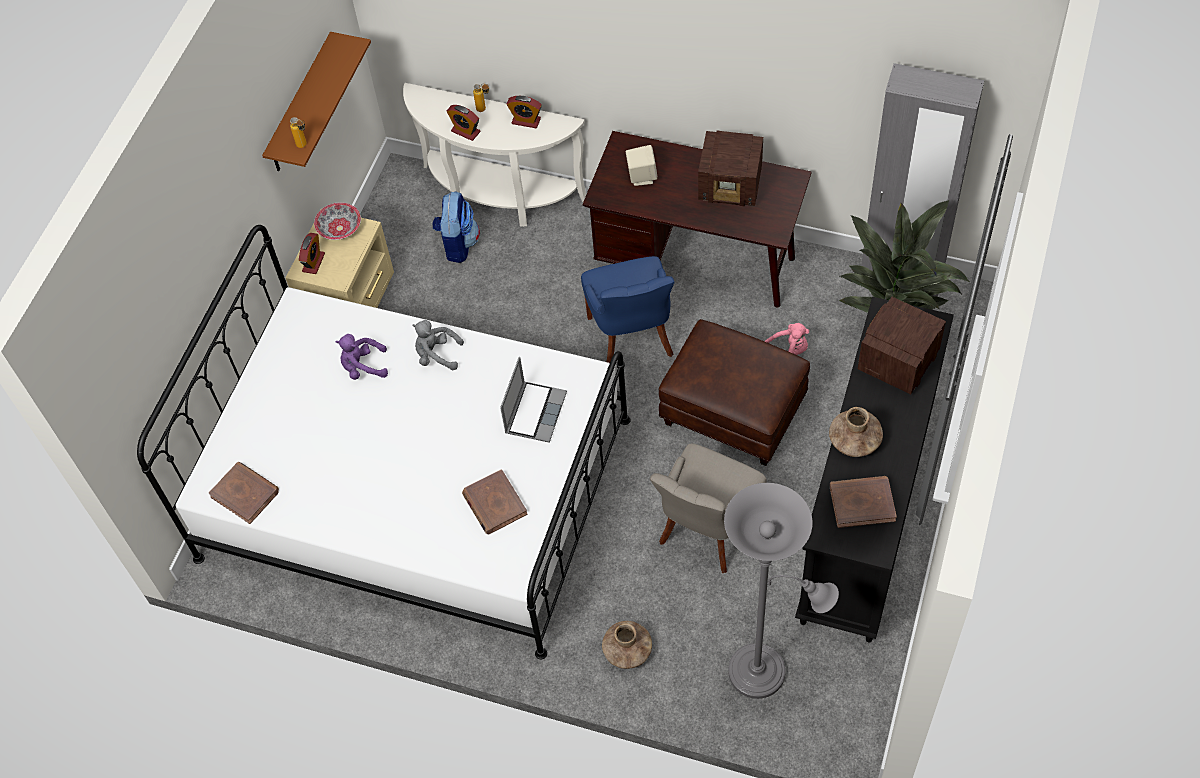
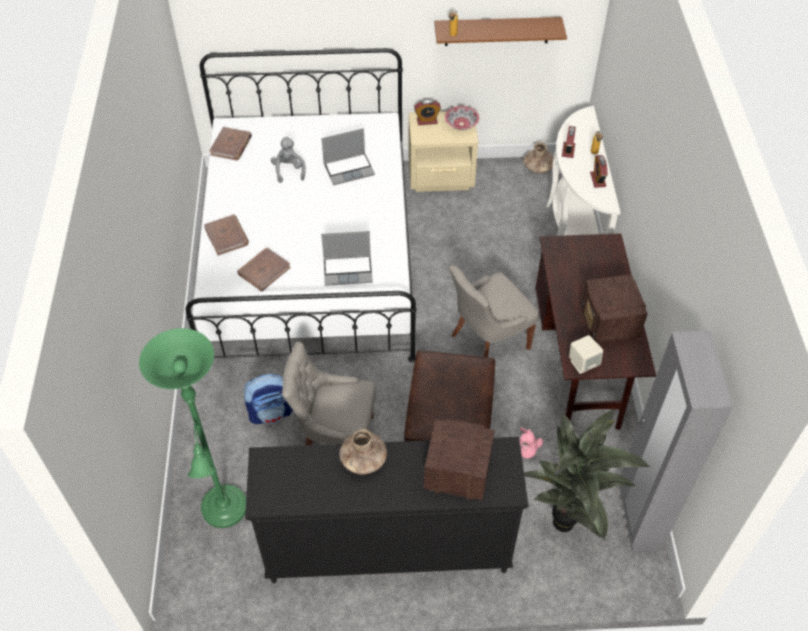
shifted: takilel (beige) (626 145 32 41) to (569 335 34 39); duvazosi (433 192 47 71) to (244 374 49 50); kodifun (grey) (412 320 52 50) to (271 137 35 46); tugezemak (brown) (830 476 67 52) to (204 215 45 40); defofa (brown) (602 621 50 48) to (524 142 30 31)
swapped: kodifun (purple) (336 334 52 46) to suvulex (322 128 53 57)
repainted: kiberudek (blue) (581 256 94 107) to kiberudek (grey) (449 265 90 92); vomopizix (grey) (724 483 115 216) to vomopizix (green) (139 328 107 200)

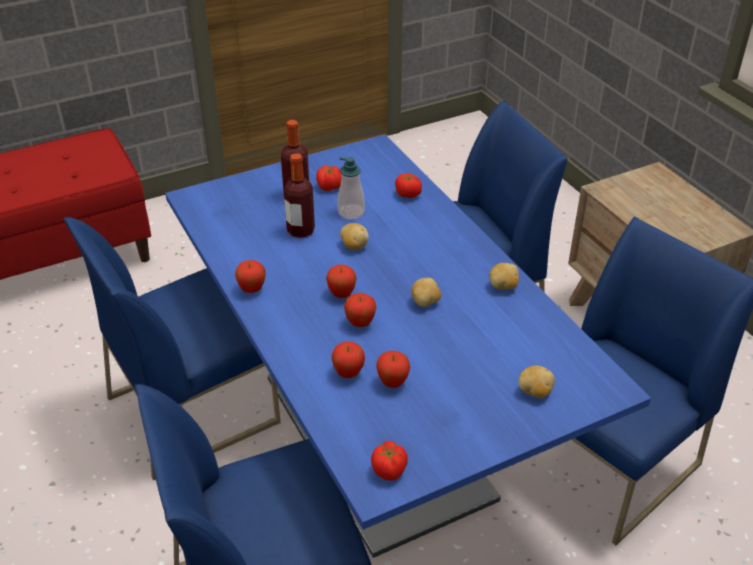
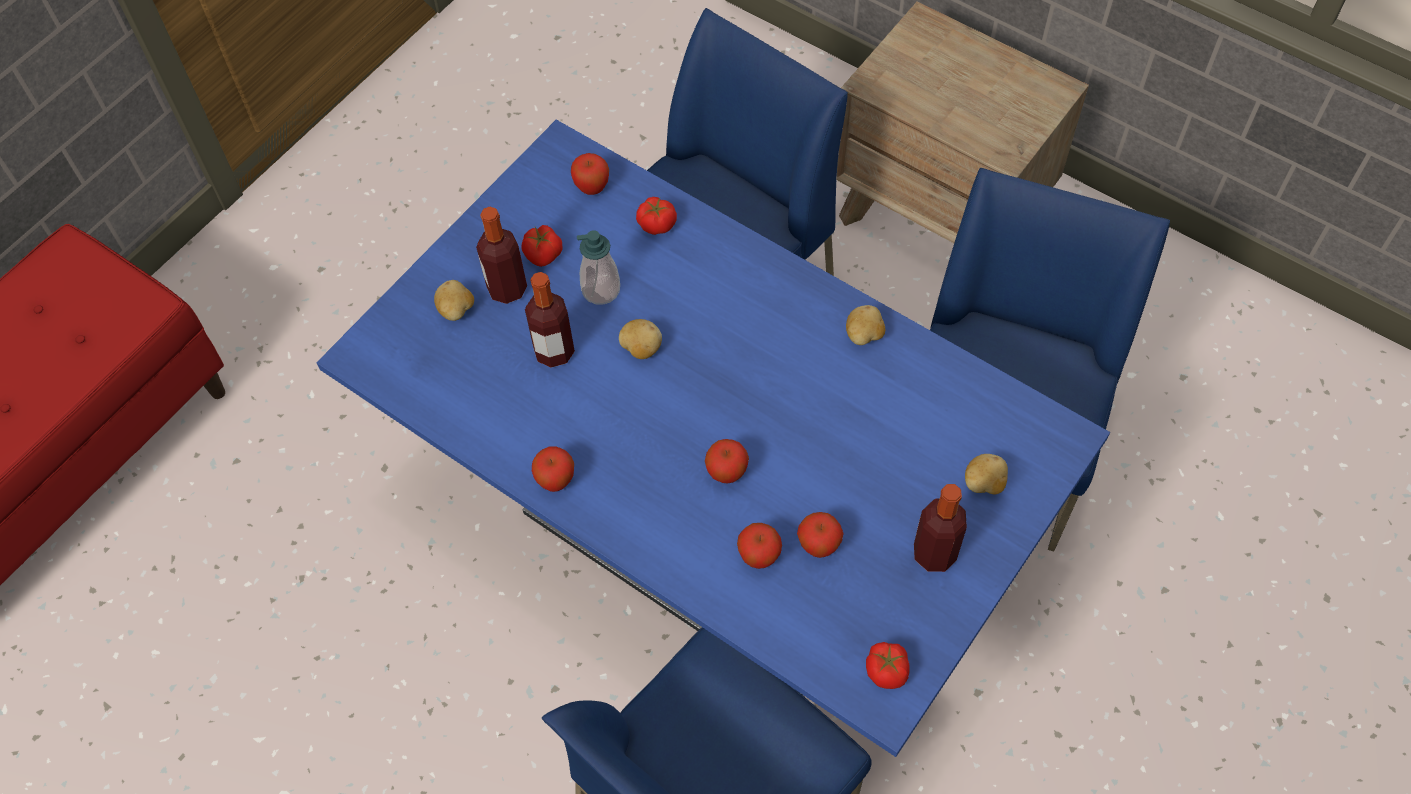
gone: kiberudek (blue) (64 217 217 263)
new: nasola (914 484 53 88)
shifted: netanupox (326 265 31 33) to (571 153 38 42); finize (411 278 30 29) to (434 280 40 41)

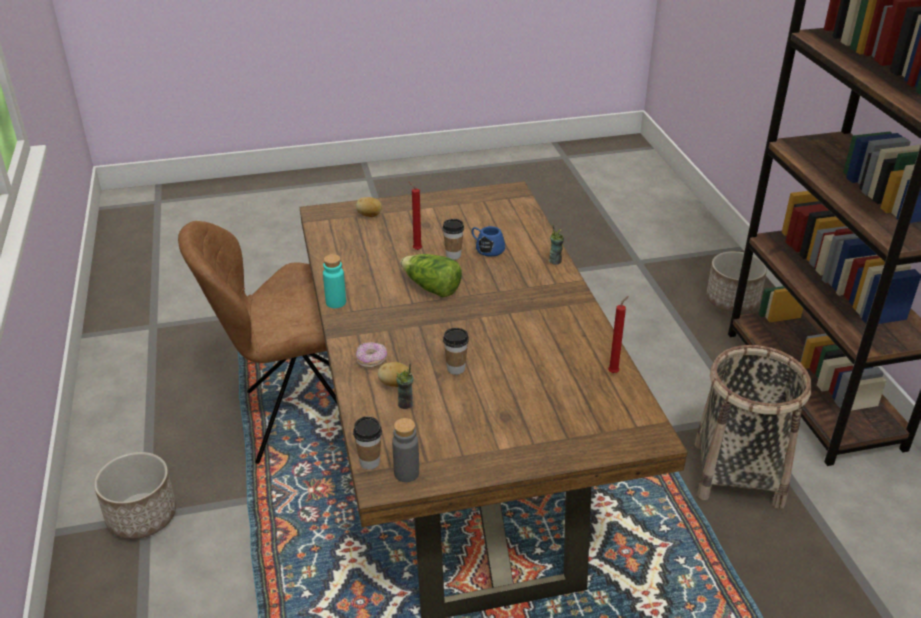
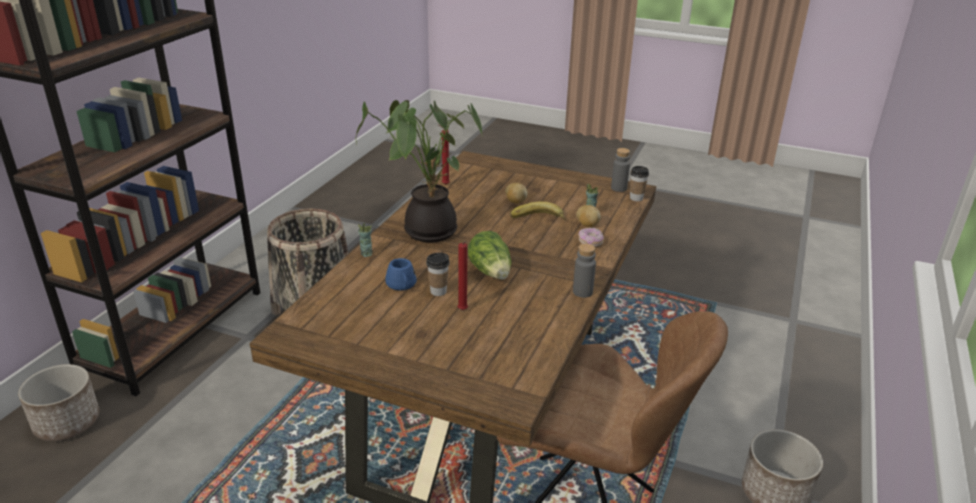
new: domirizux (356 100 127 143)
shifted: finize (356 197 26 20) to (505 183 22 21)
swapped: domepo (443 328 26 47) to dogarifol (510 201 55 19)
repainted: nasola (turquoise) (323 254 23 54) to nasola (grey) (573 243 23 55)

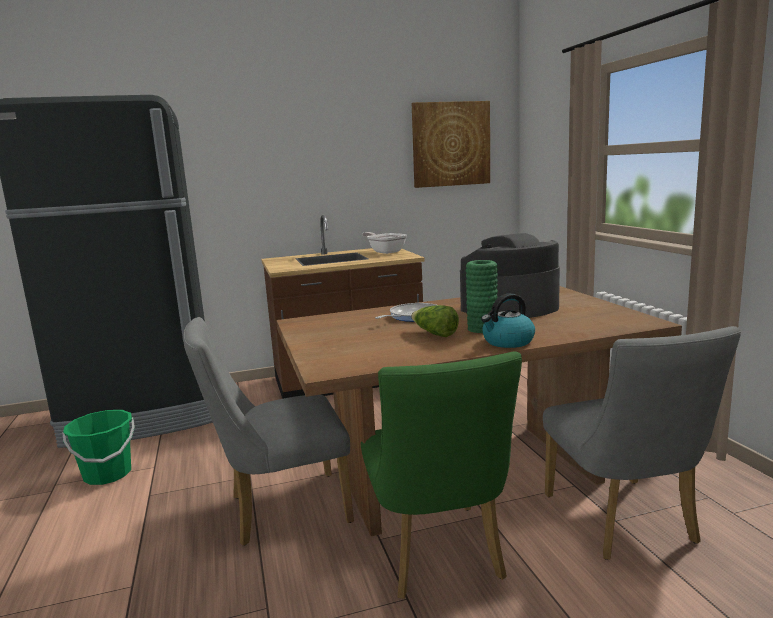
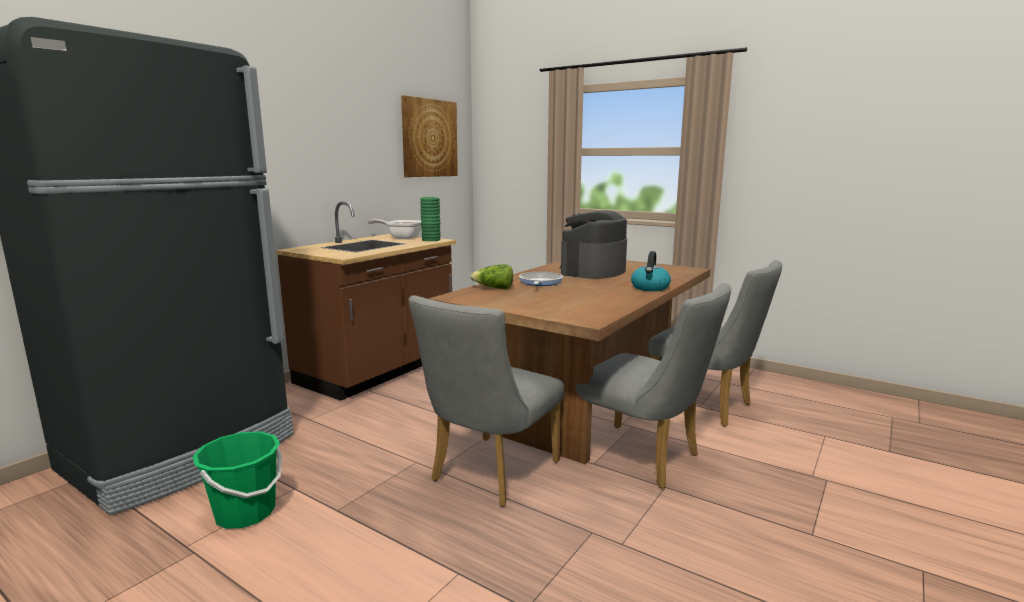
shifted: defofa (green) (466 260 32 73) to (420 197 20 44); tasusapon (411 305 48 32) to (470 264 43 25)
repainted: kiberudek (green) (361 352 161 247) to kiberudek (grey) (575 283 156 205)

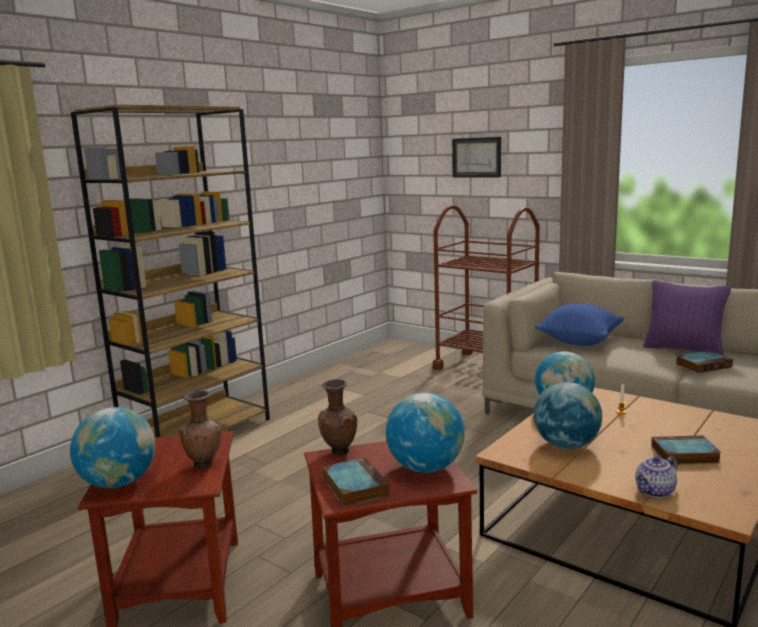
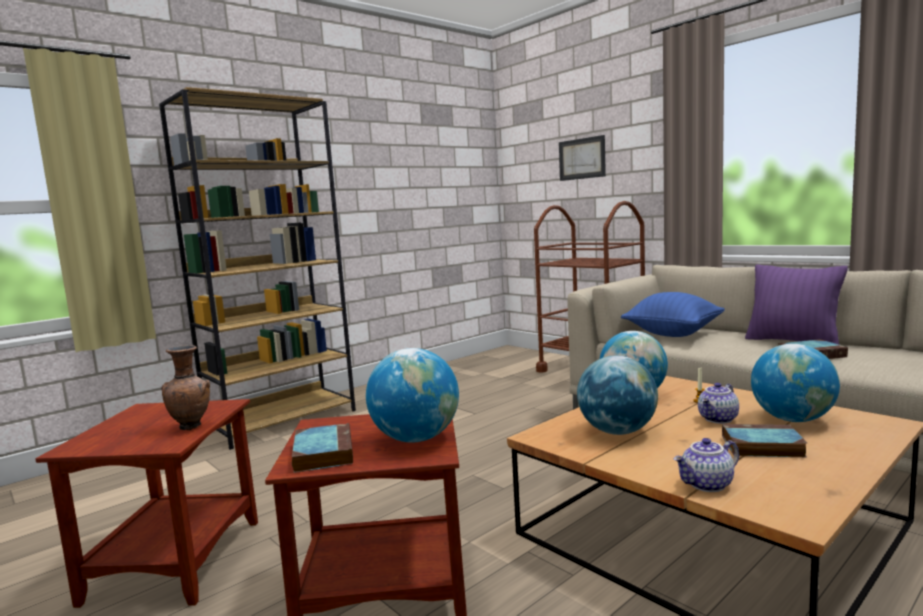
gone: defofa (brown) (318 379 39 76)
new: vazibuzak (698 383 41 41)
shifted: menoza (70 407 85 82) to (751 344 89 78)

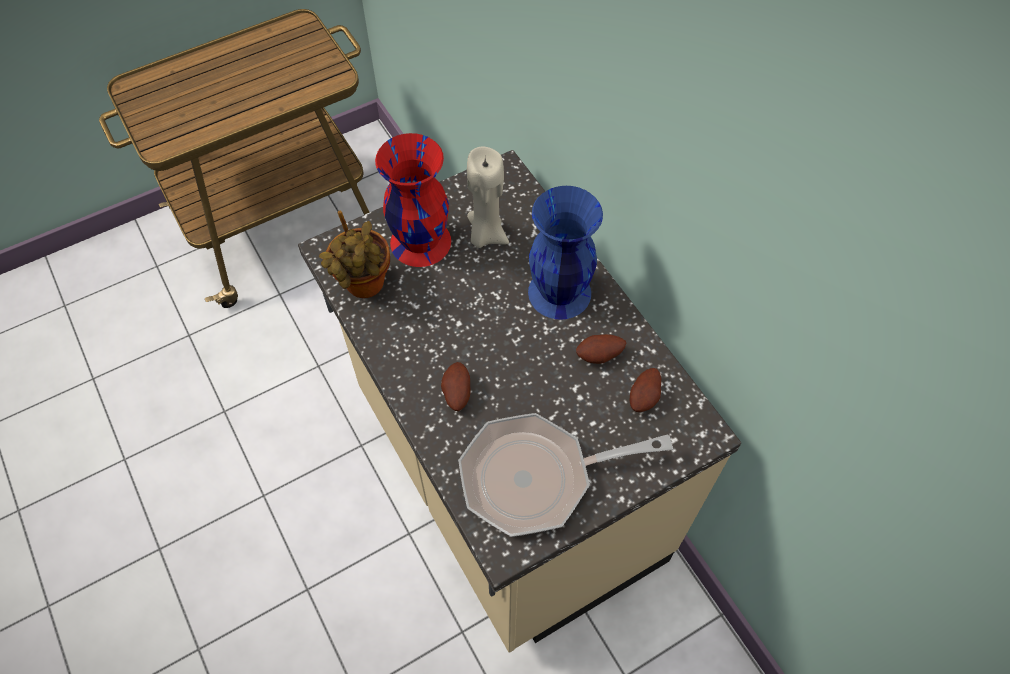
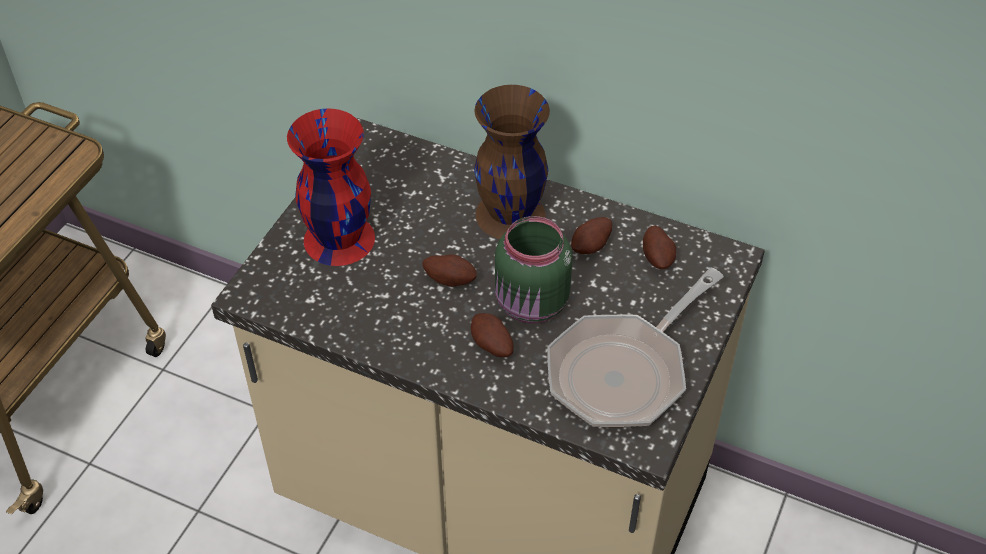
gone: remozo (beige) (467 147 42 101); domirizux (319 210 71 88)
new: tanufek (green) (495 216 77 108); finize (422 255 55 32)
repainted: defofa (blue) (528 186 75 134) to defofa (brown) (474 85 76 154)

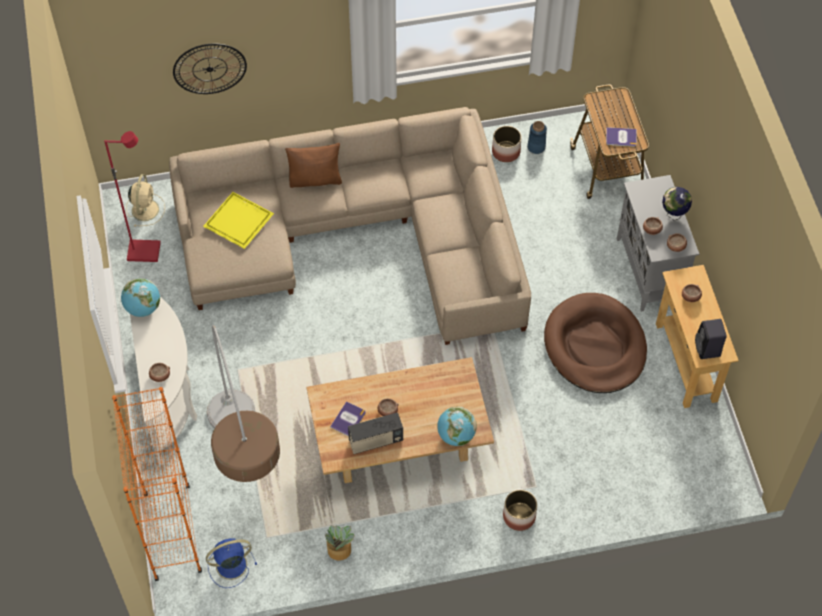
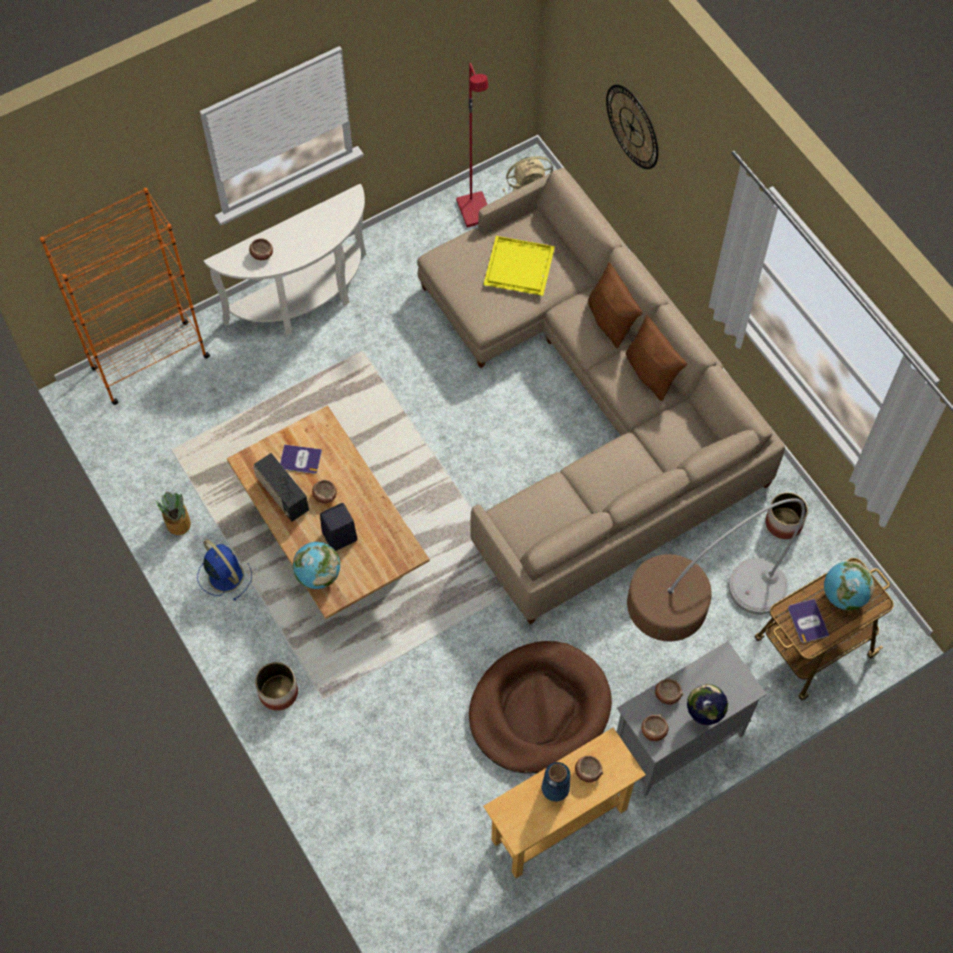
new: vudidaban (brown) (626 315 61 86)
shifted: defofa (blue) (527 121 20 33) to (542 762 28 40); menoza (121 278 39 39) to (824 561 50 50); takilel (black) (695 319 31 40) to (320 503 37 48); vomopizix (207 325 73 157) to (627 498 178 144); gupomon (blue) (206 538 51 50) to (197 539 55 62)

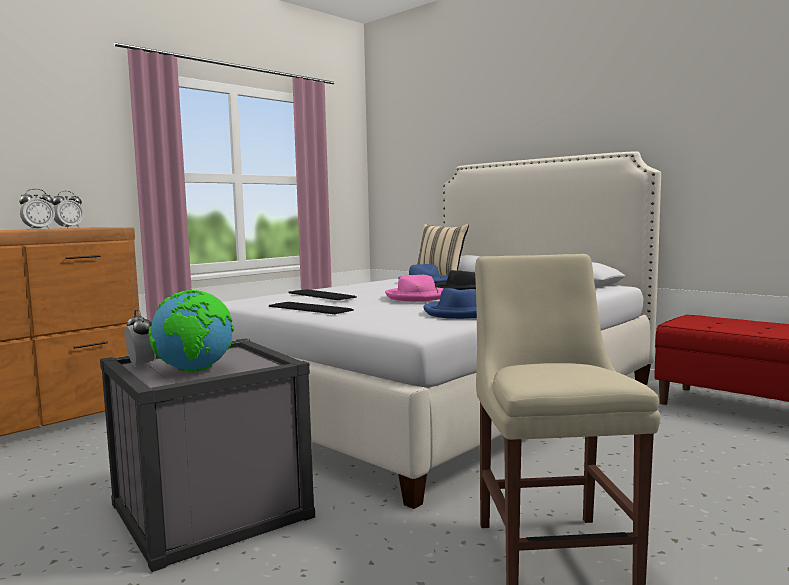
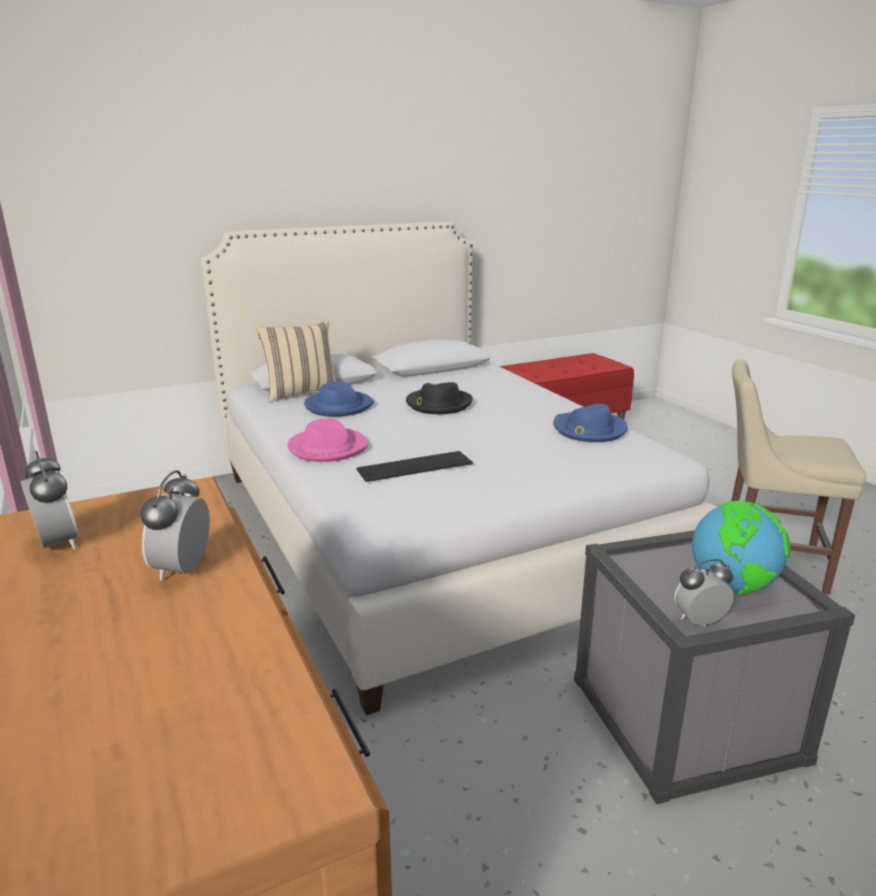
gone: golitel (269 302 85 12)
shifted: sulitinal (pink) (385 275 59 27) to (287 418 81 44)
rotated: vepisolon (19 189 36 41) = (140 470 70 111) 150 degrees counterclockwise

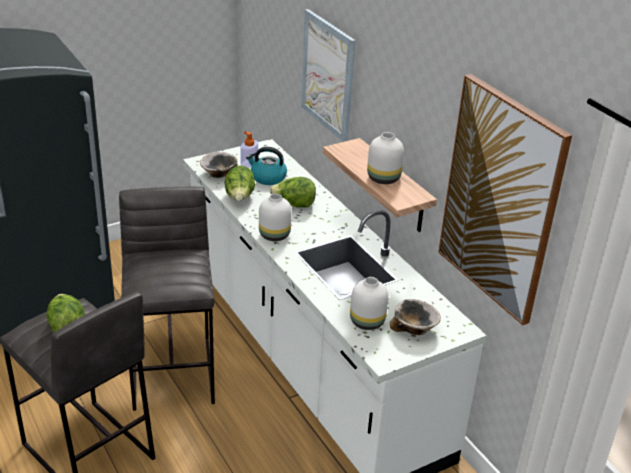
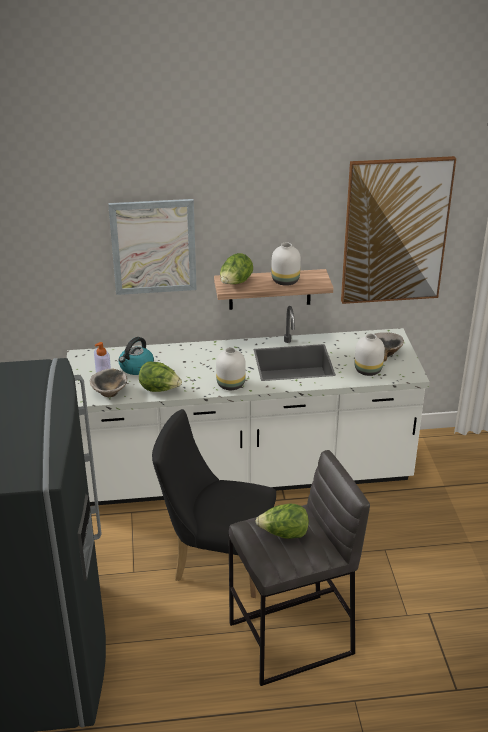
shifted: tasusapon (270 177 46 31) to (220 253 33 31)
swapped: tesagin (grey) (119 187 96 224) to kiberudek (black) (152 409 124 189)

